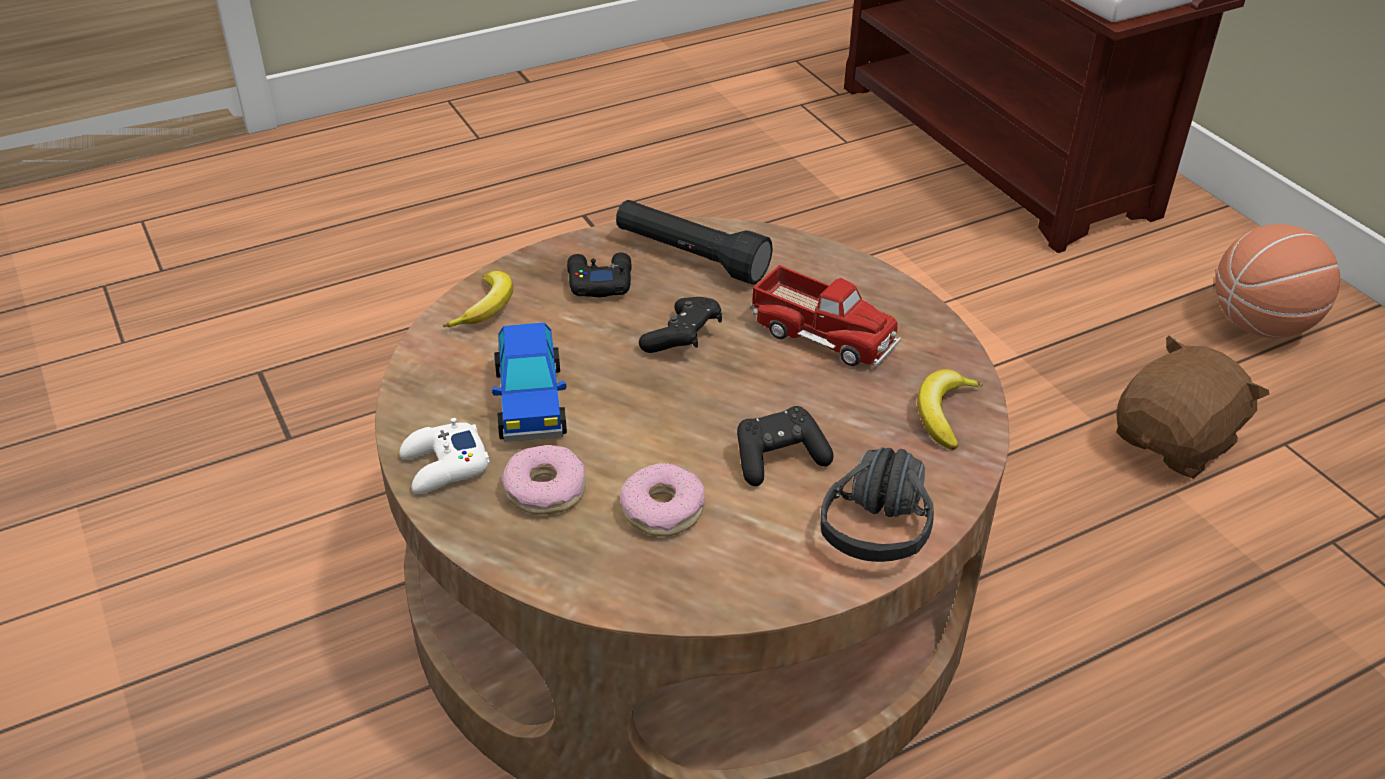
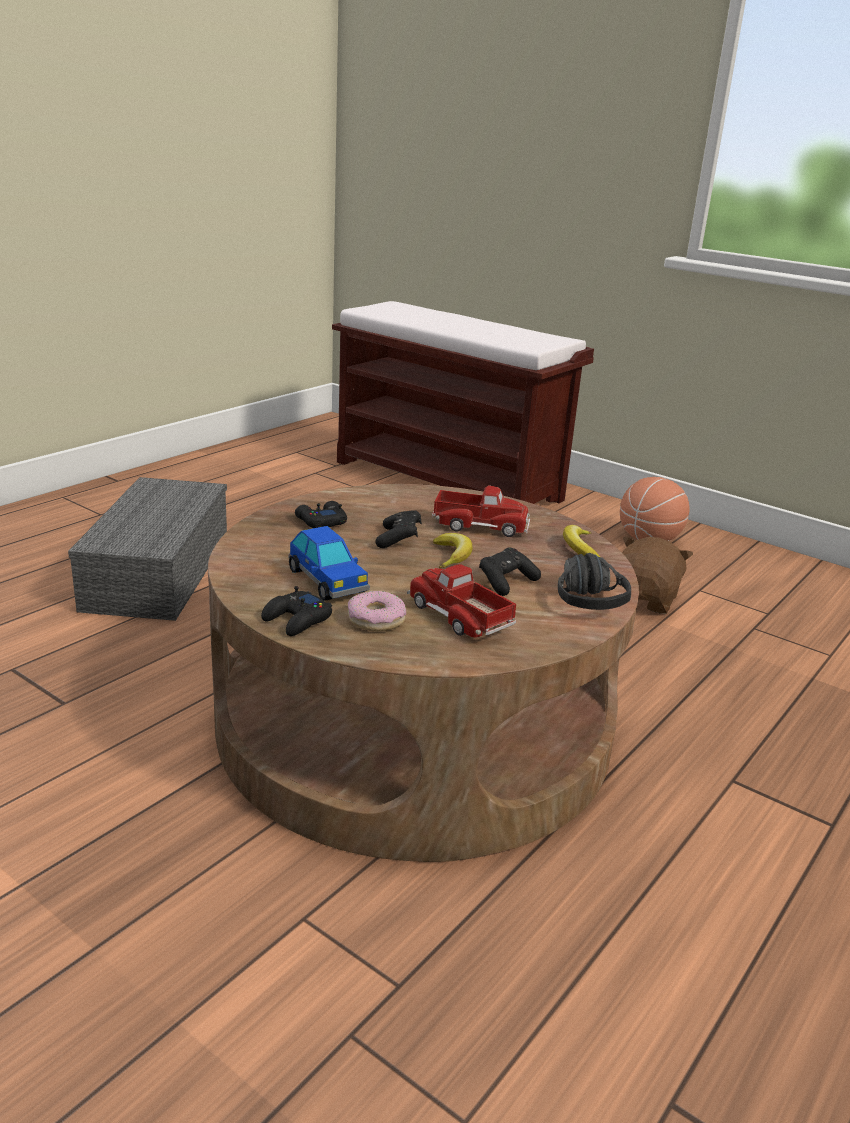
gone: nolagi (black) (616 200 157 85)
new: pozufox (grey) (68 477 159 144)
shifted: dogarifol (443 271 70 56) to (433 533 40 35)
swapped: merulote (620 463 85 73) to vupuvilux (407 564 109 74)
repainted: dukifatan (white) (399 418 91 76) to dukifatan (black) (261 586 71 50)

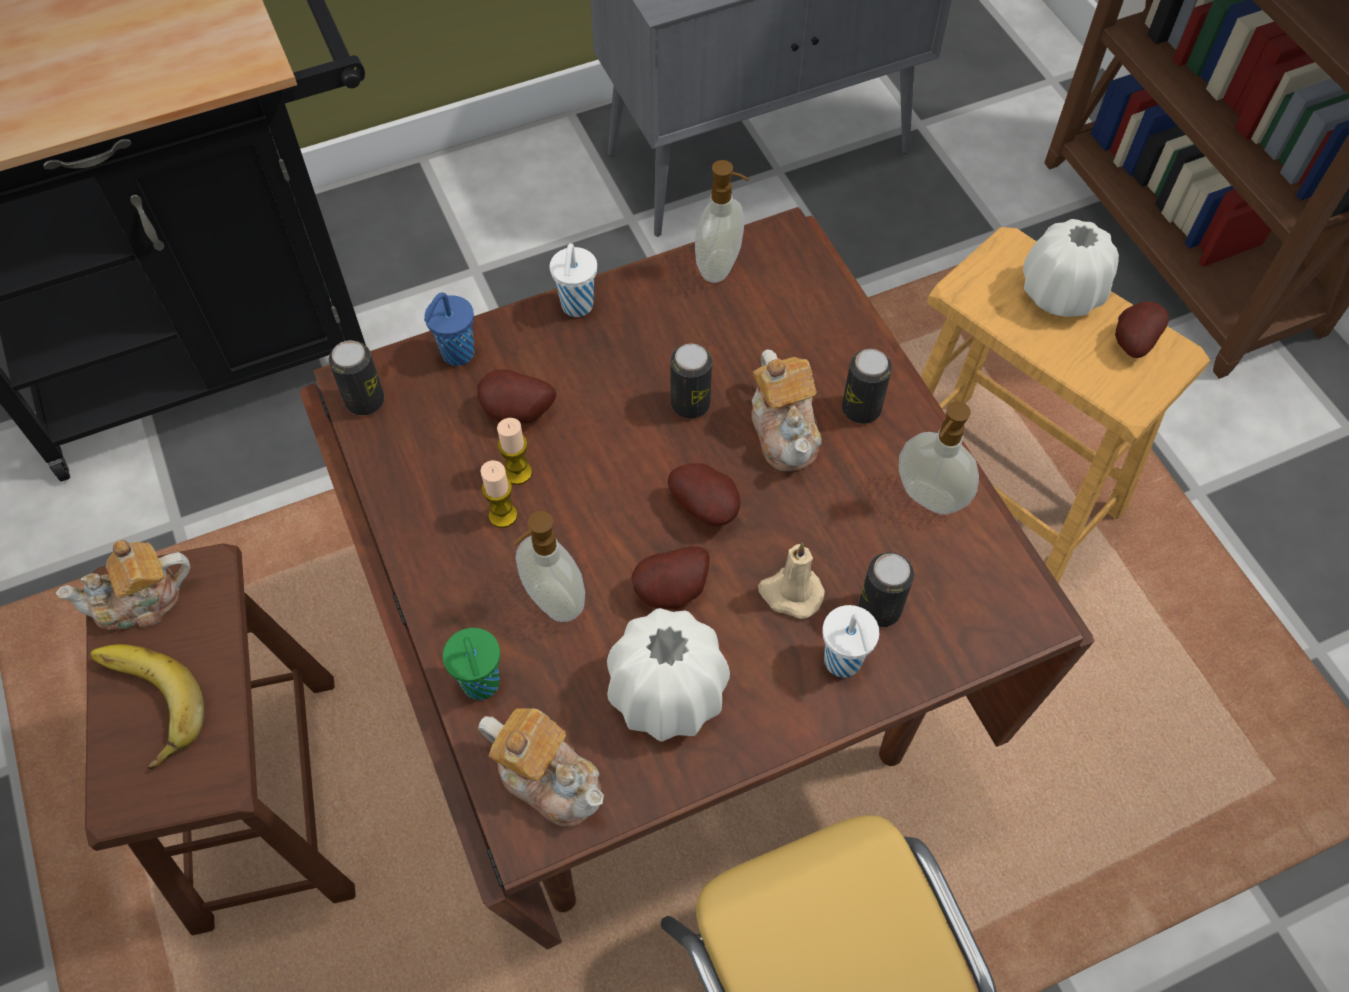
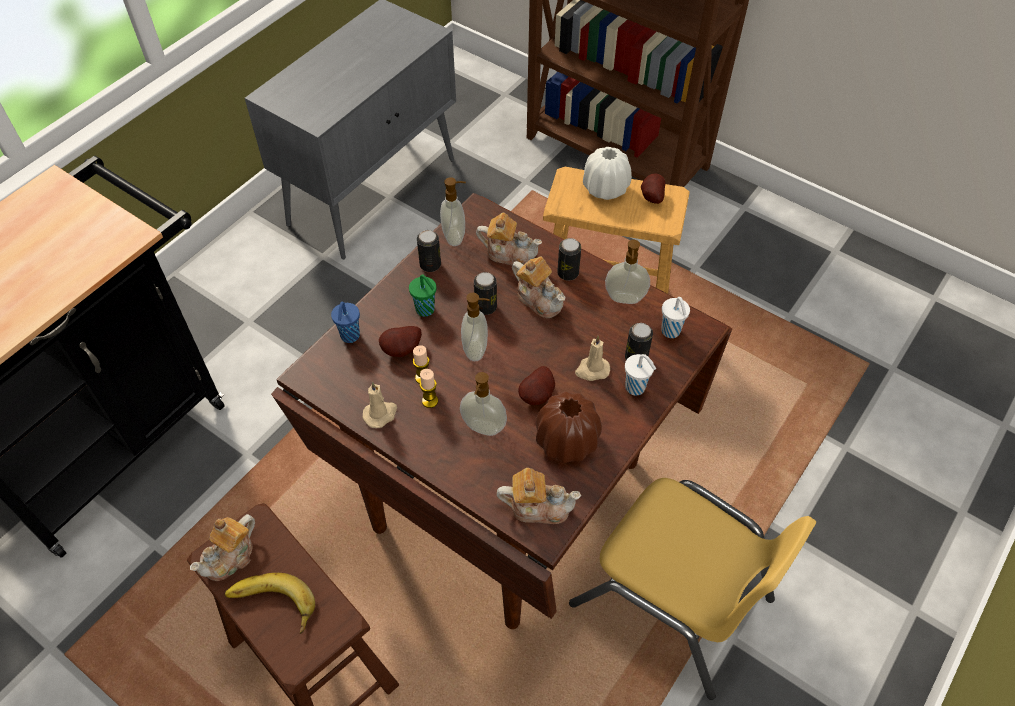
gone: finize (668 463 72 63)
new: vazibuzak (476 213 66 53); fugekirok (461 293 29 68); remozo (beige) (363 382 34 46)
shifted: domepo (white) (550 243 47 74) to (661 297 29 41); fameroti (328 340 56 76) to (417 230 24 42); domepo (green) (443 628 57 72) to (409 275 27 42)
repainted: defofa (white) (607 608 123 134) to defofa (brown) (536 391 66 72)

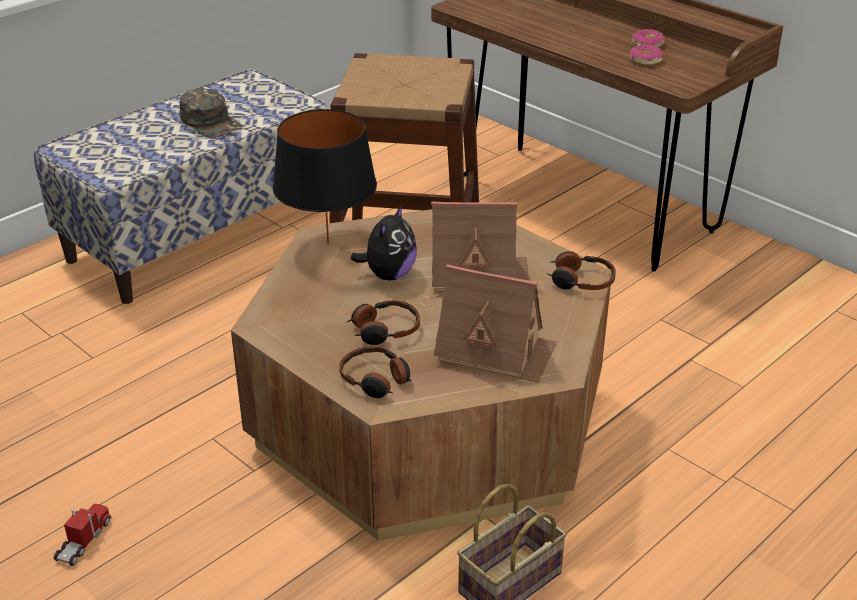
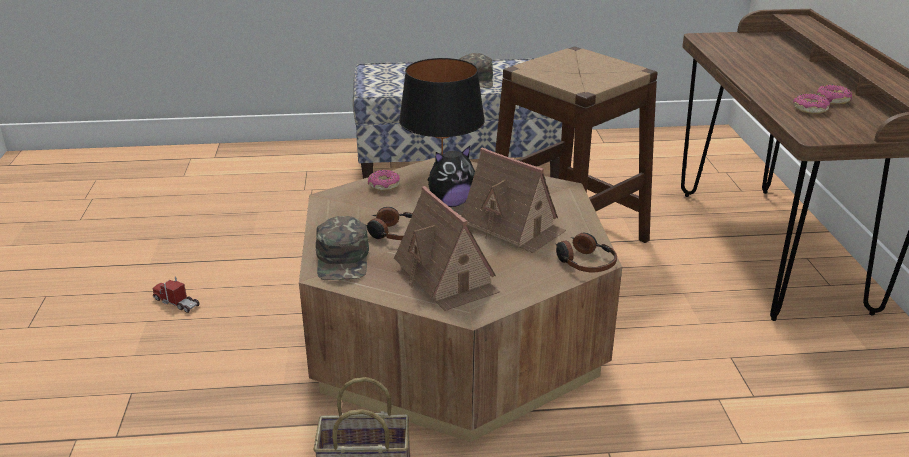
new: merulote (368 170 32 21)
swapped: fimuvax (339 346 73 52) to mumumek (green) (316 216 53 64)
rotated: vupuvilux (54 504 58 62) = (153 277 47 36) 120 degrees counterclockwise

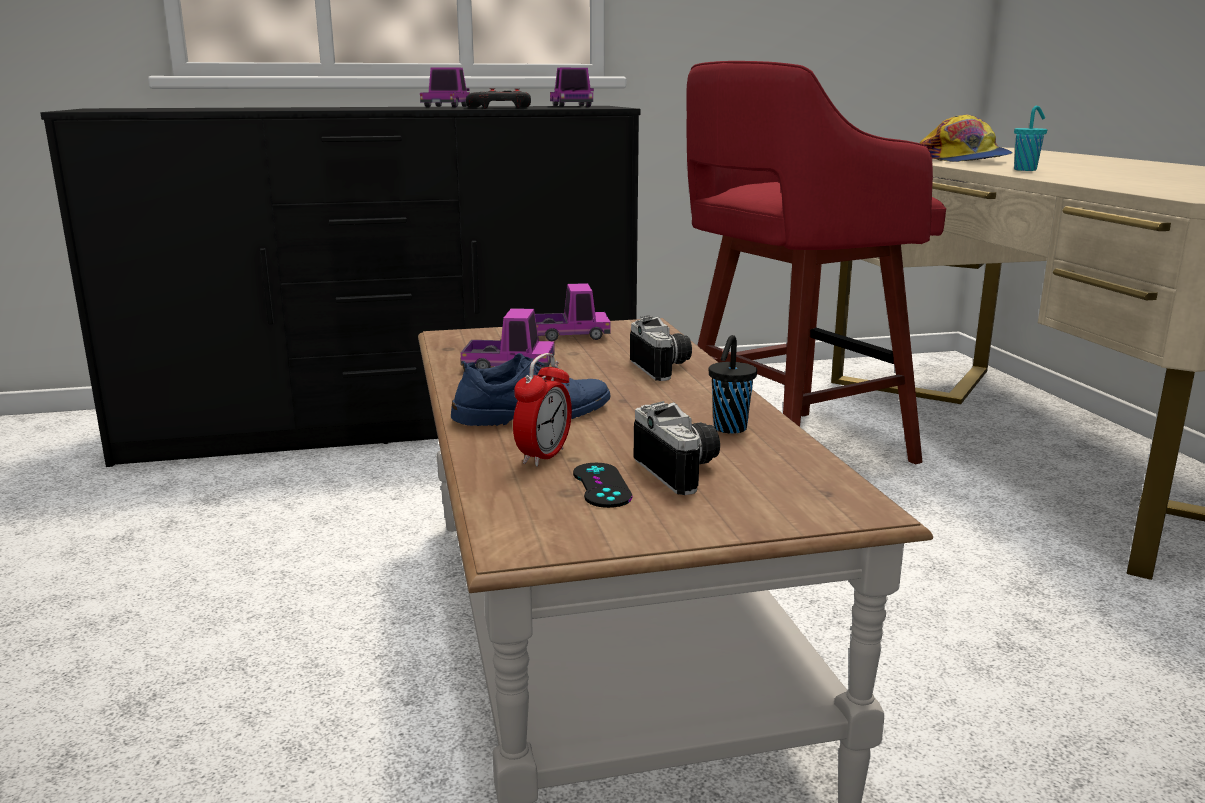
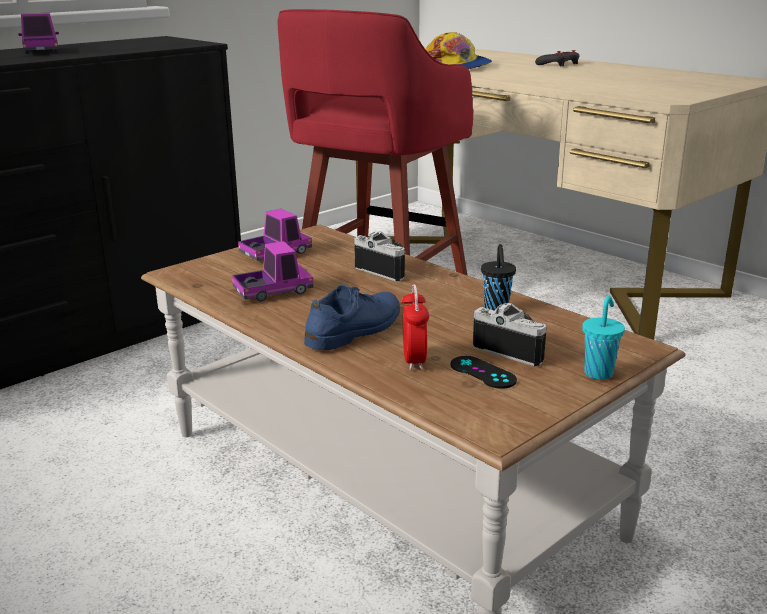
gone: vupuvilux (550 68 44 39)
shifted: dukifatan (grey) (466 88 65 20) to (535 50 45 16); domepo (turquoise) (1014 106 33 65) to (582 296 43 84)

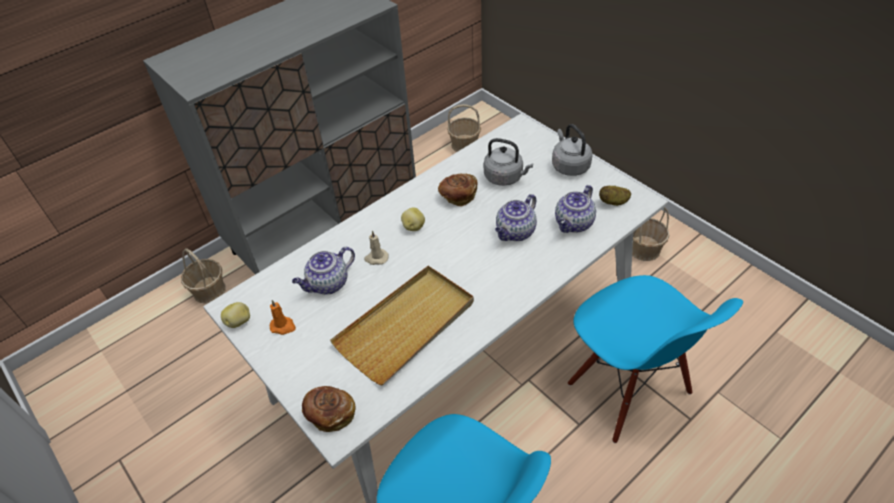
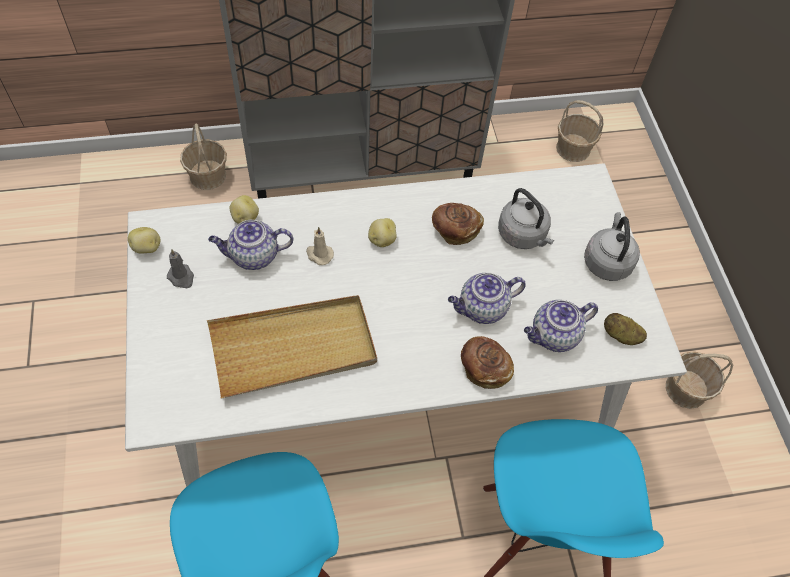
new: finize (230 195 29 29)
shifted: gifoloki (302 386 54 46) to (461 336 53 53)
repainted: remozo (orange) (270 300 26 35) to remozo (grey) (167 249 27 39)

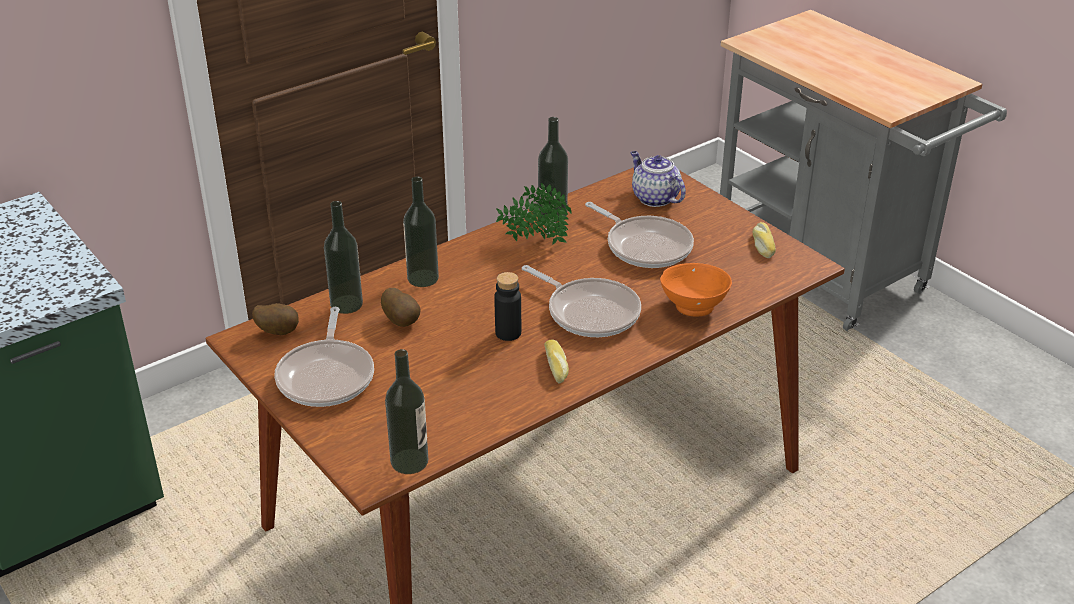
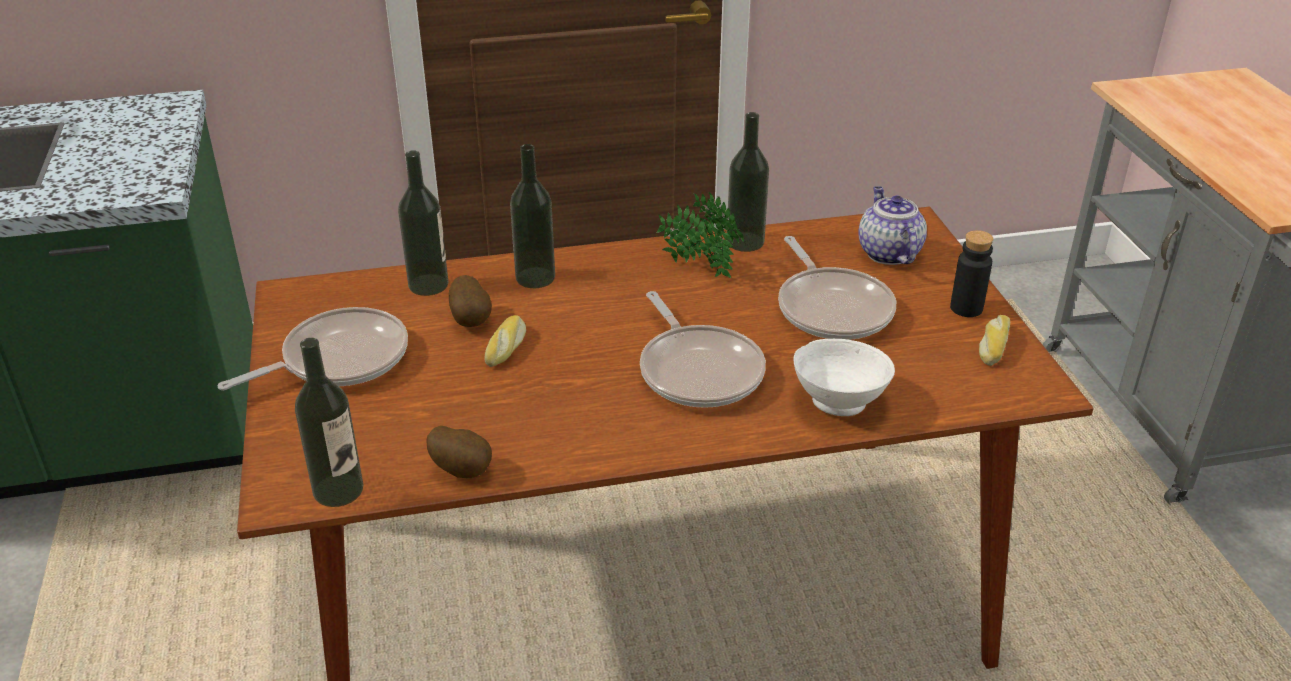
shifted: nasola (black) (495 272 26 69) to (950 230 43 87); finize (252 303 47 32) to (426 426 66 52); gifoloki (544 340 25 44) to (484 315 42 52)
repainted: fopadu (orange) (660 263 72 53) to fopadu (white) (794 339 101 77)
rotated: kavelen (274 307 100 100) = (217 307 191 83) 150 degrees counterclockwise

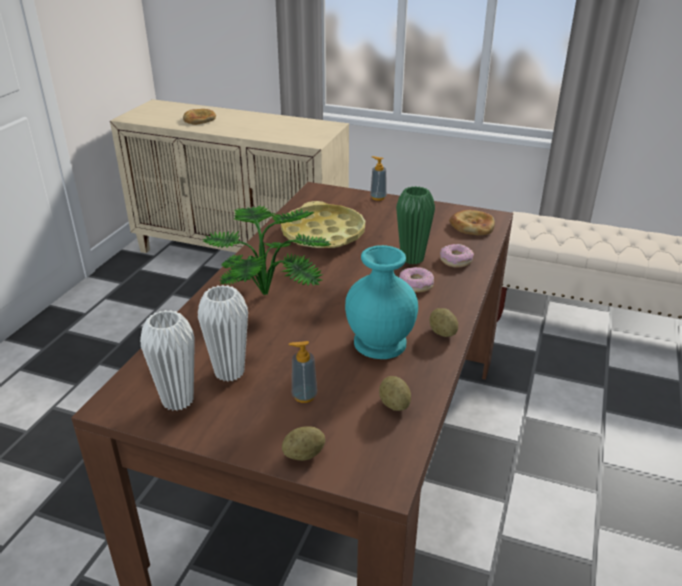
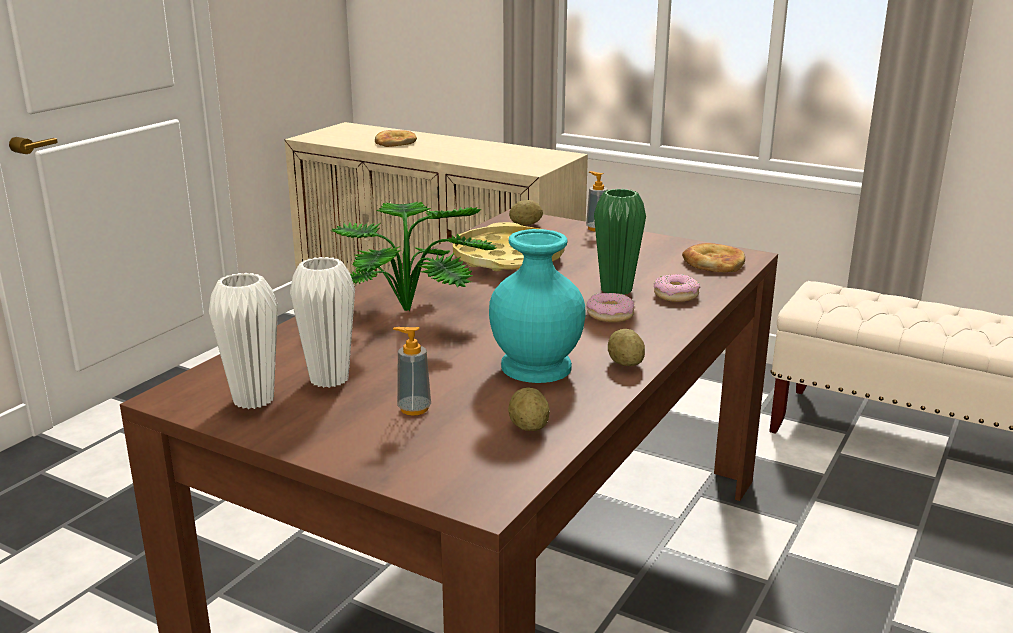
shifted: finize (282 426 43 35) to (509 200 34 26)

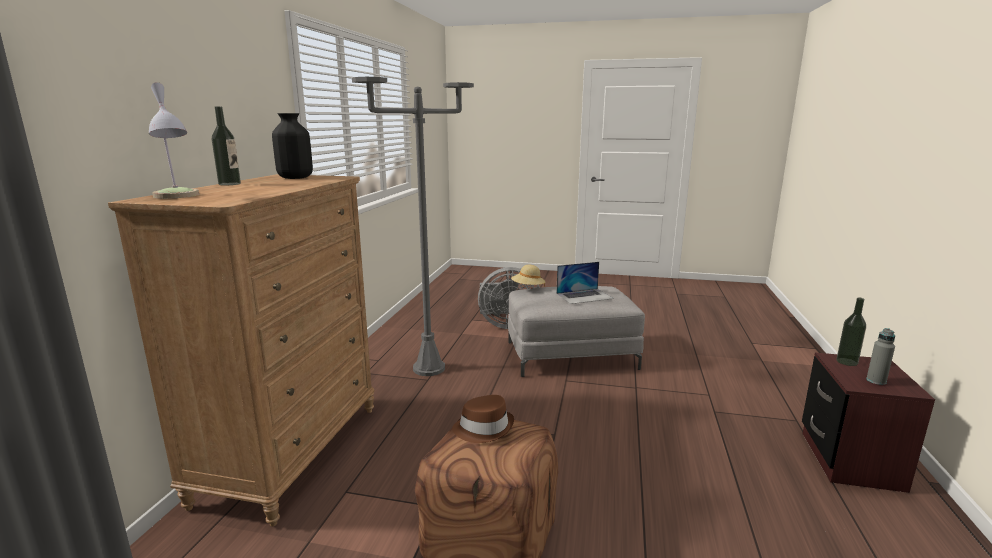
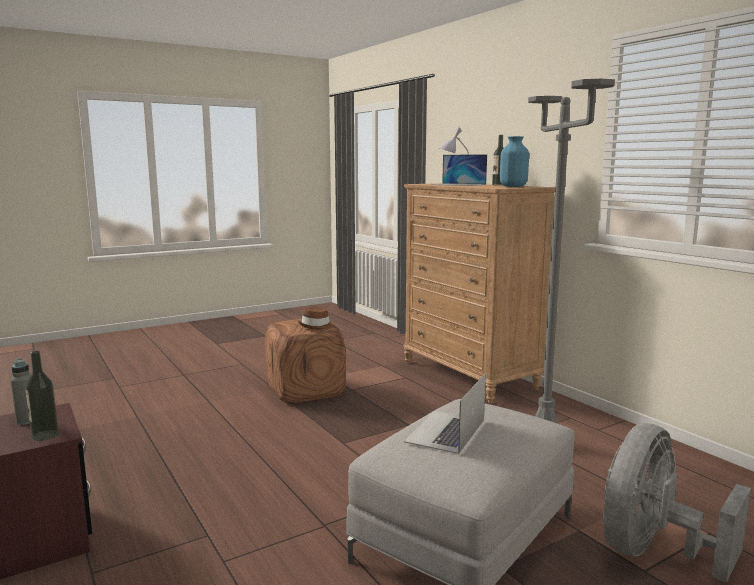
gone: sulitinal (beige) (511 265 35 22)
new: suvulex (431 154 56 32)
repainted: defofa (black) (272 113 41 66) to defofa (blue) (500 136 29 51)

